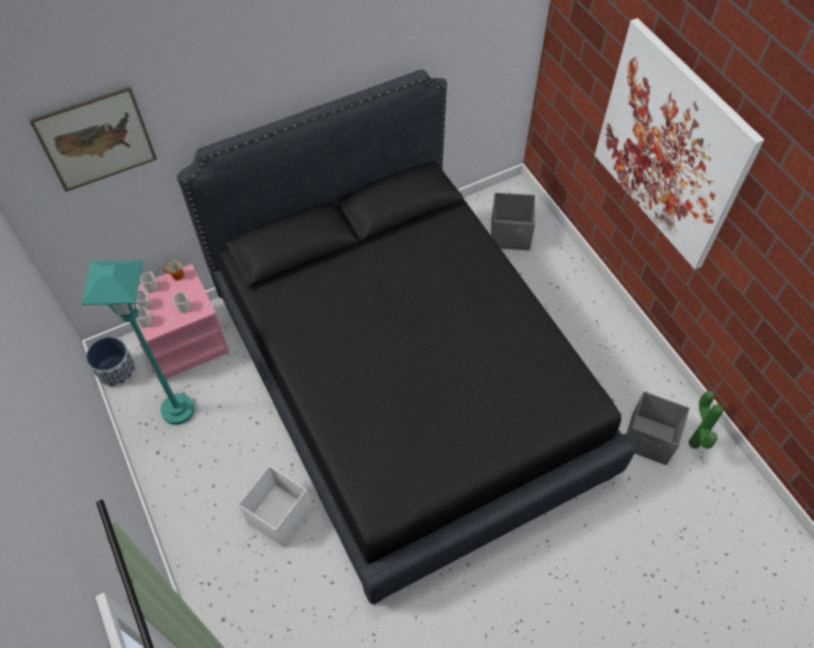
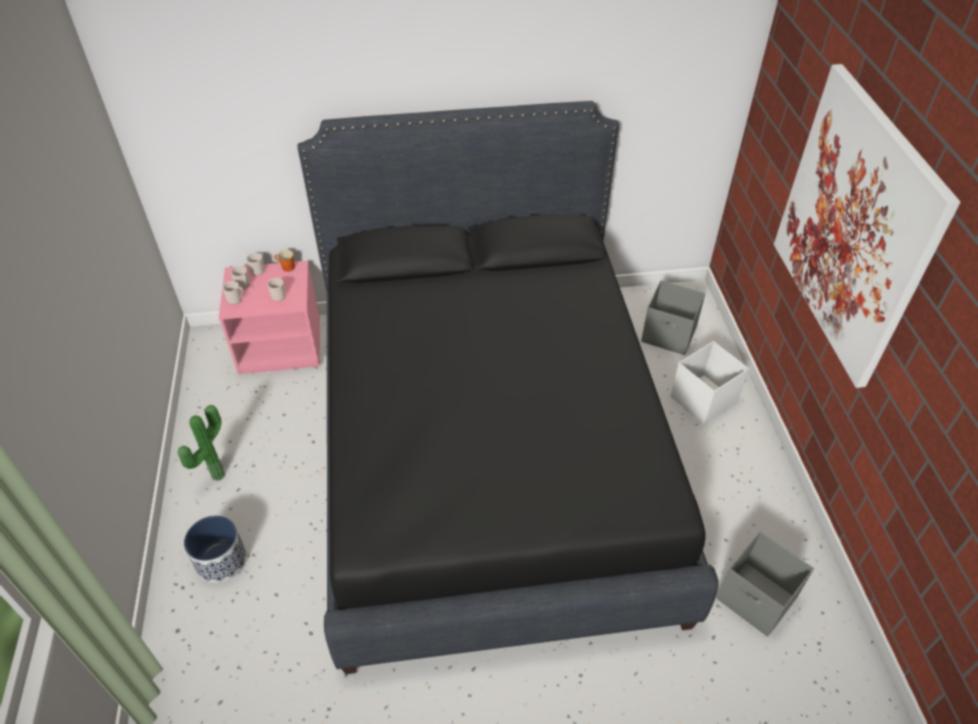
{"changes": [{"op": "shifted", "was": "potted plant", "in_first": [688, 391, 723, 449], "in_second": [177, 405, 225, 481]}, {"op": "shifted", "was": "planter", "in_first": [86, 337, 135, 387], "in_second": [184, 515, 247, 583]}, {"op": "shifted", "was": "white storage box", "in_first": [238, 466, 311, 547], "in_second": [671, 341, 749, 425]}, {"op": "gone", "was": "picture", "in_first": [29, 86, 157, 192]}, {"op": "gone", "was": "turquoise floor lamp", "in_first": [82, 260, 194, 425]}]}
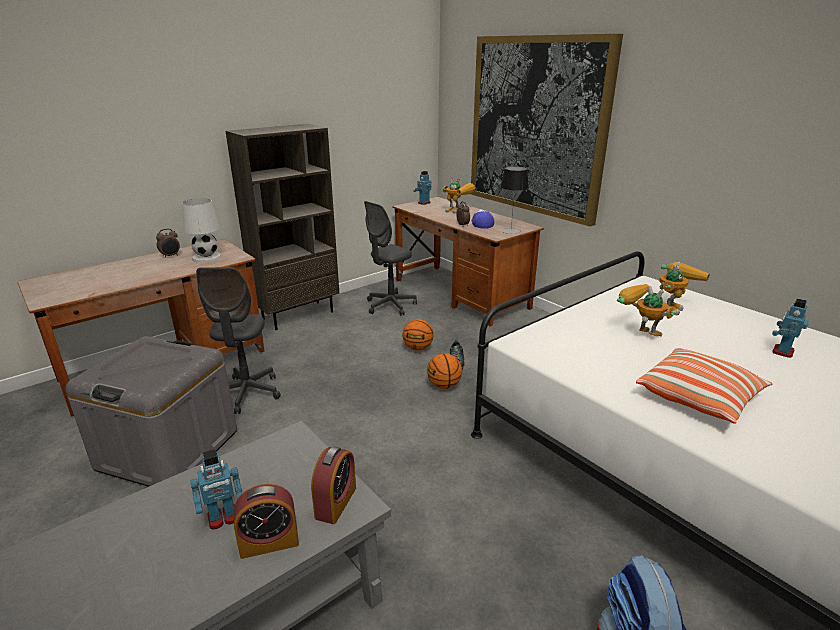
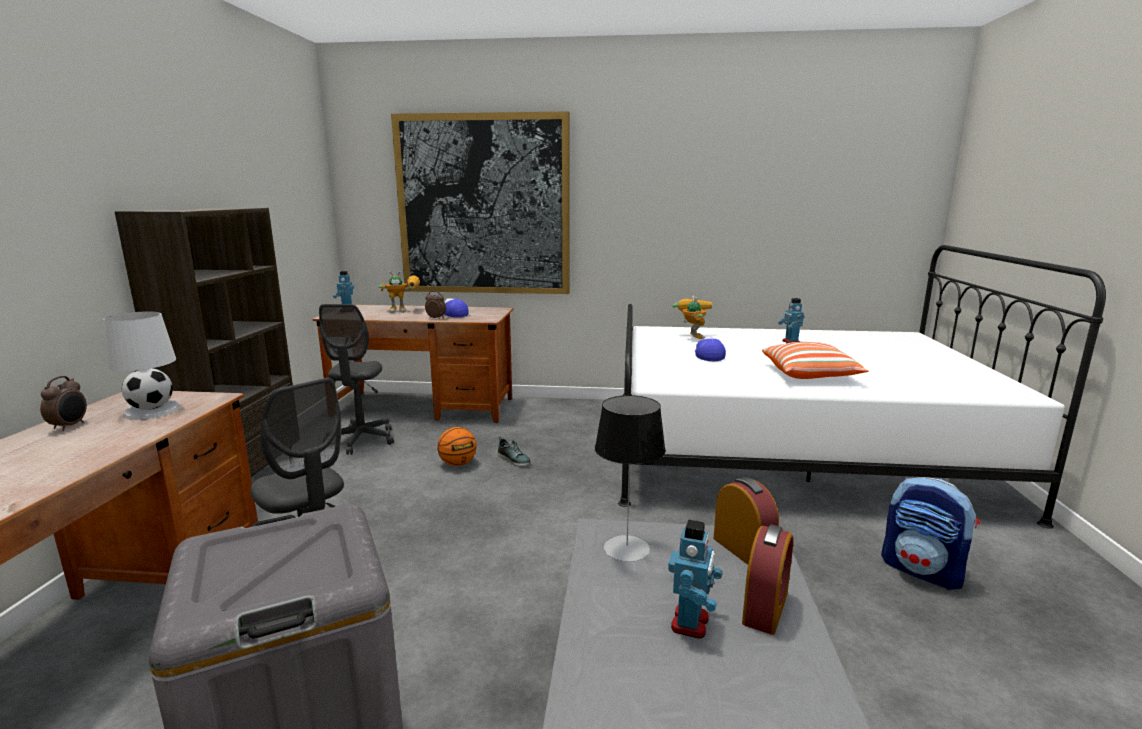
{"changes": [{"op": "shifted", "was": "table lamp", "in_first": [500, 166, 529, 234], "in_second": [595, 395, 666, 562]}, {"op": "swapped", "was": "toy robot", "now": "cap", "in_first": [617, 284, 676, 337], "in_second": [695, 336, 726, 361]}, {"op": "gone", "was": "basketball", "in_first": [427, 353, 462, 389]}]}
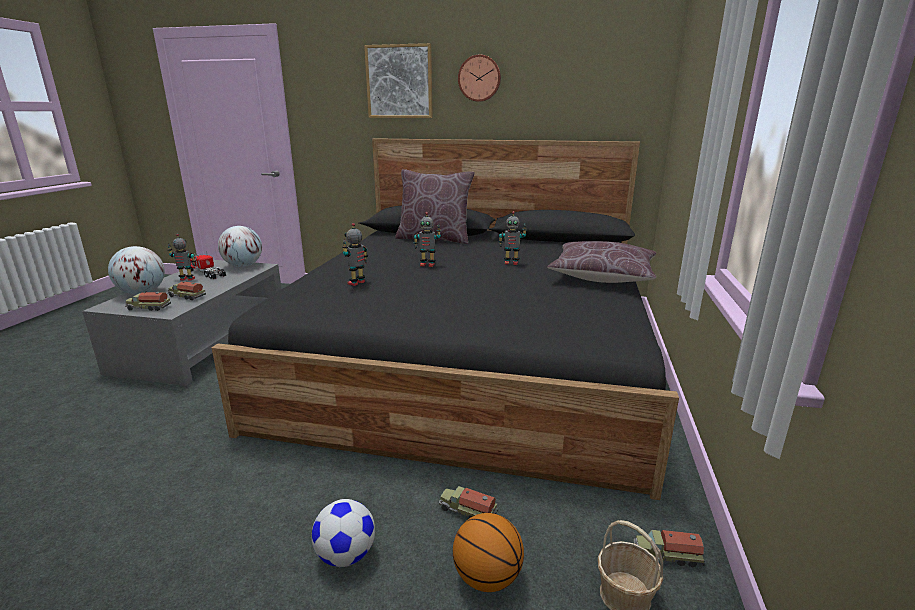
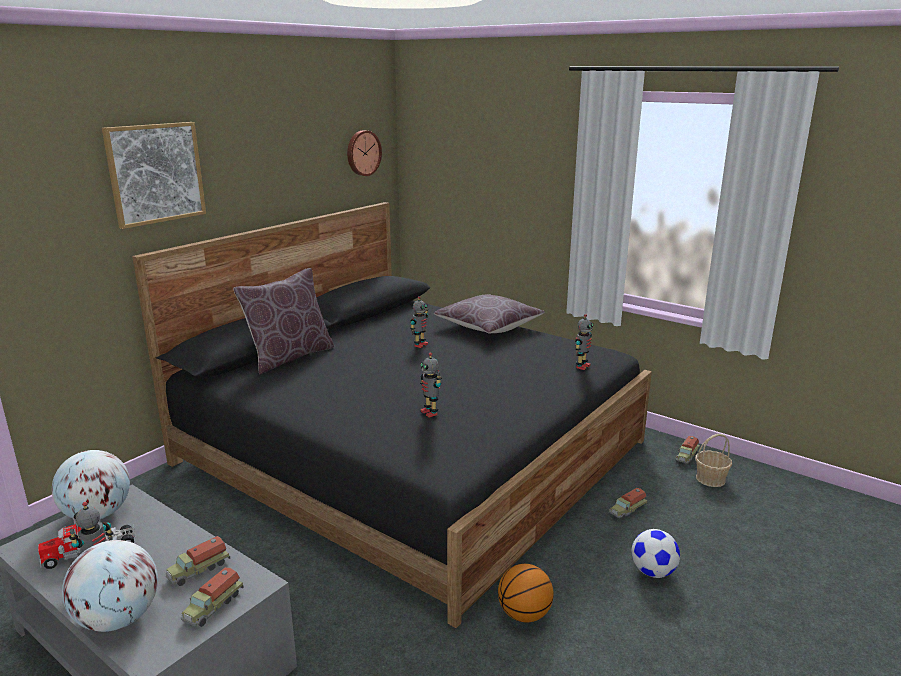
{"changes": [{"op": "shifted", "was": "wall clock", "in_first": [458, 54, 501, 102], "in_second": [347, 130, 382, 176]}, {"op": "shifted", "was": "basketball", "in_first": [453, 513, 524, 592], "in_second": [498, 564, 554, 622]}, {"op": "shifted", "was": "toy robot", "in_first": [414, 212, 441, 267], "in_second": [575, 314, 593, 370]}]}
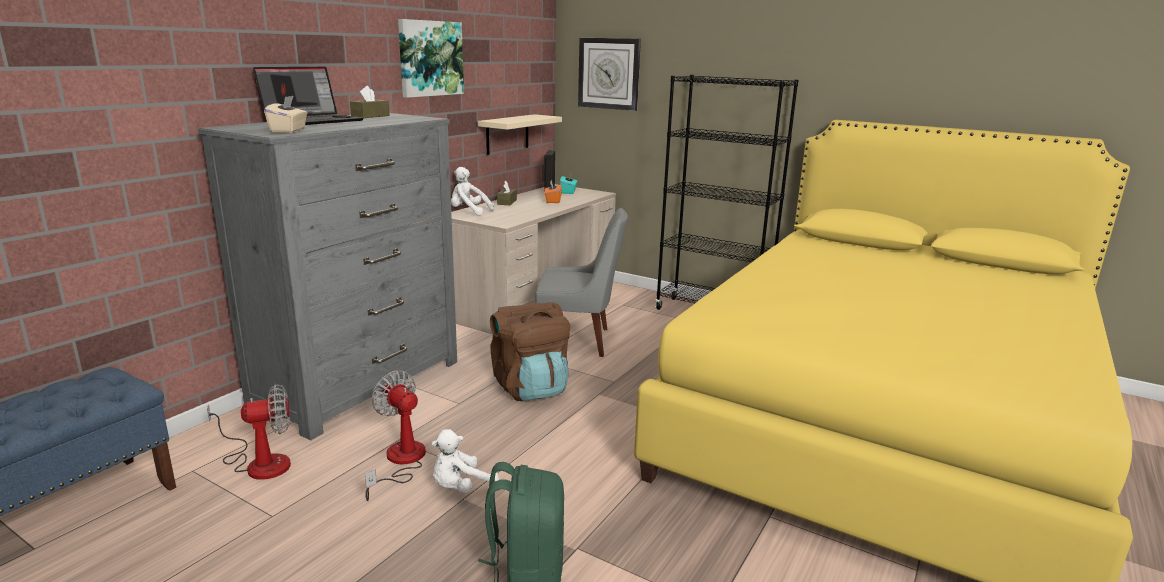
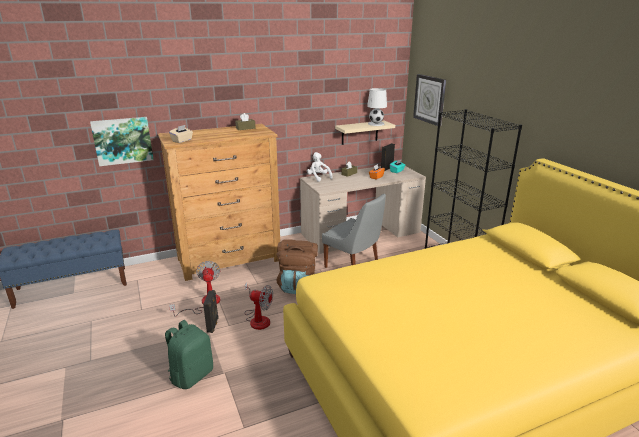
{"changes": [{"op": "shifted", "was": "picture", "in_first": [398, 19, 464, 98], "in_second": [90, 117, 154, 166]}, {"op": "repainted", "was": "grey dresser", "now": "brown dresser", "in_first": [198, 113, 457, 440], "in_second": [158, 124, 280, 281]}, {"op": "swapped", "was": "white plush toy", "now": "black speaker", "in_first": [431, 429, 499, 493], "in_second": [203, 290, 219, 333]}, {"op": "shifted", "was": "fan", "in_first": [207, 384, 291, 480], "in_second": [244, 282, 273, 330]}, {"op": "new", "now": "white table lamp", "in_second": [367, 88, 387, 126]}, {"op": "gone", "was": "laptop", "in_first": [253, 67, 364, 125]}]}
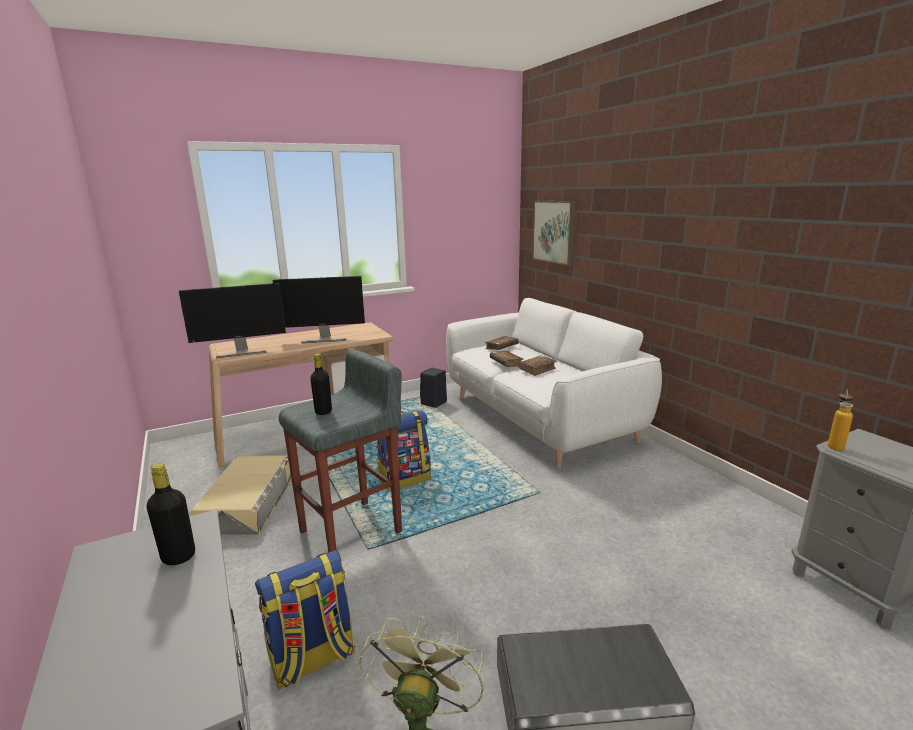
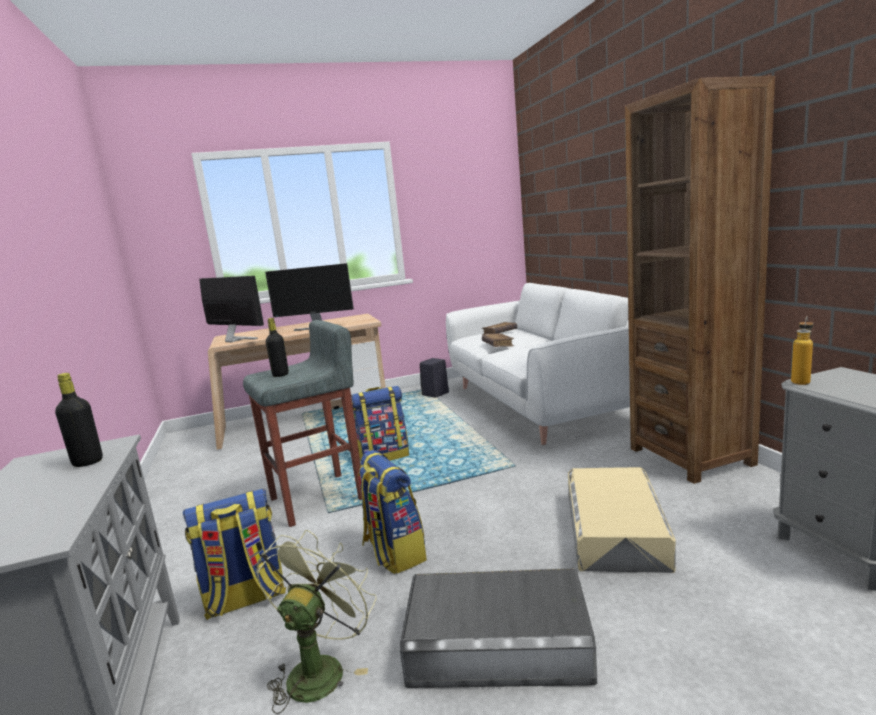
{"changes": [{"op": "rotated", "was": "monitor", "in_first": [179, 283, 286, 358], "in_second": [199, 276, 264, 342], "clockwise": -135}, {"op": "new", "now": "backpack", "in_second": [358, 450, 427, 574]}, {"op": "shifted", "was": "beige storage box", "in_first": [189, 455, 292, 535], "in_second": [568, 467, 676, 573]}, {"op": "new", "now": "brown bookcase", "in_second": [625, 76, 775, 484]}, {"op": "gone", "was": "brown book", "in_first": [518, 355, 557, 376]}, {"op": "gone", "was": "picture", "in_first": [532, 201, 575, 266]}]}
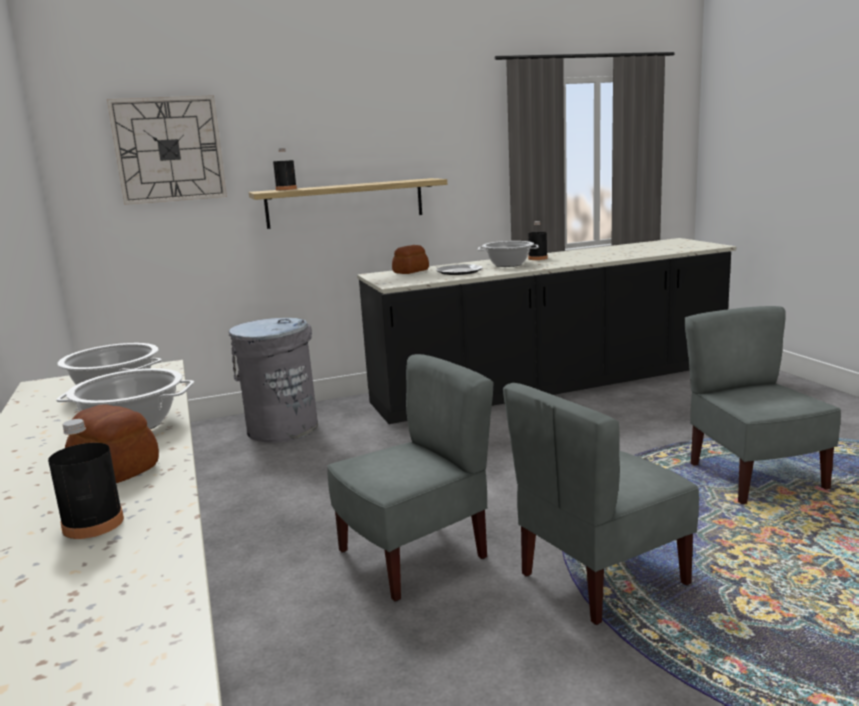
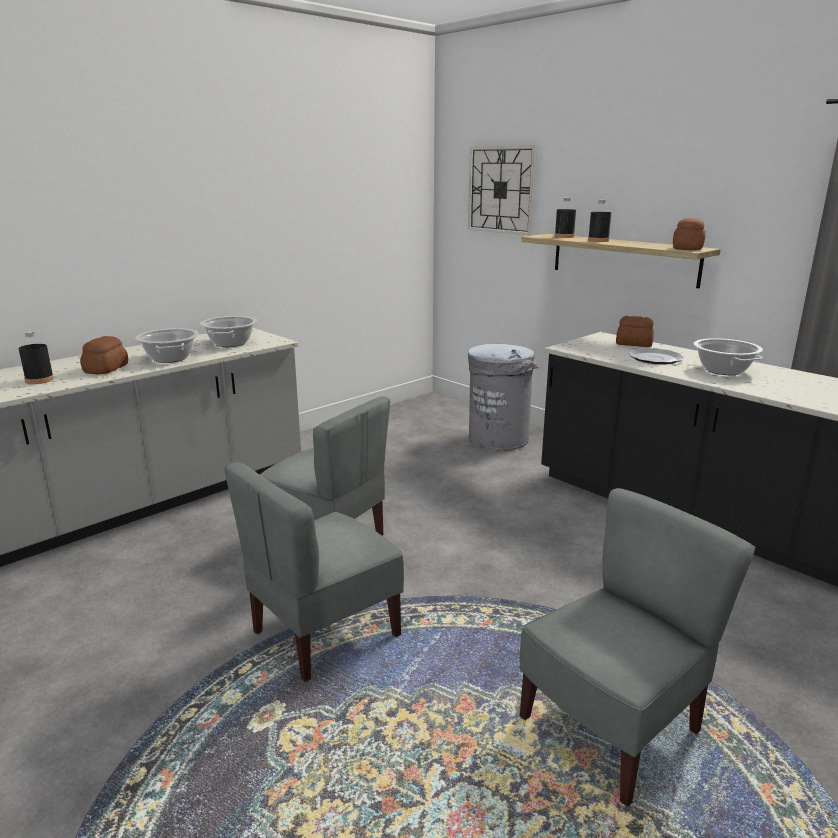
{"changes": [{"op": "rotated", "was": "grey chair", "in_first": [503, 383, 699, 625], "in_second": [224, 462, 404, 682], "clockwise": -75}, {"op": "shifted", "was": "black bottle", "in_first": [528, 221, 547, 260], "in_second": [588, 200, 611, 242]}, {"op": "new", "now": "bread", "in_second": [673, 218, 706, 250]}]}
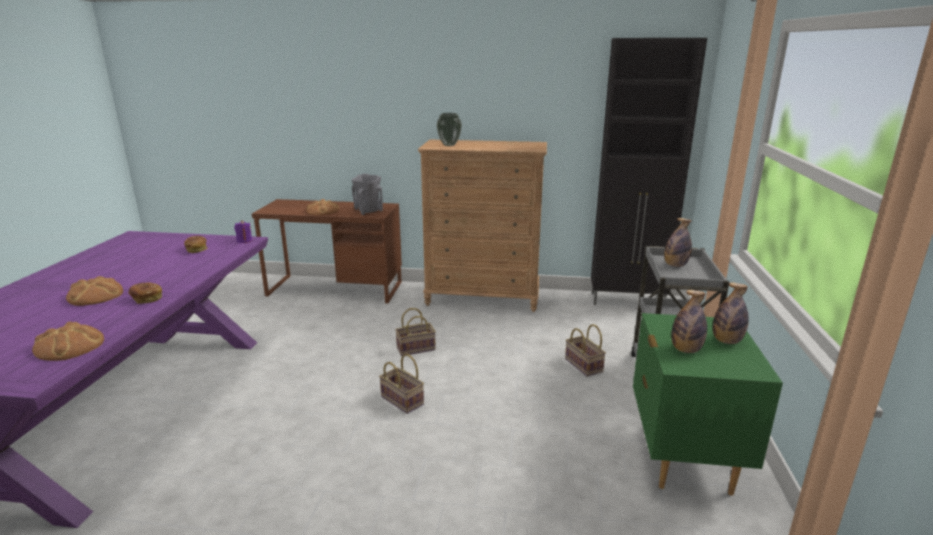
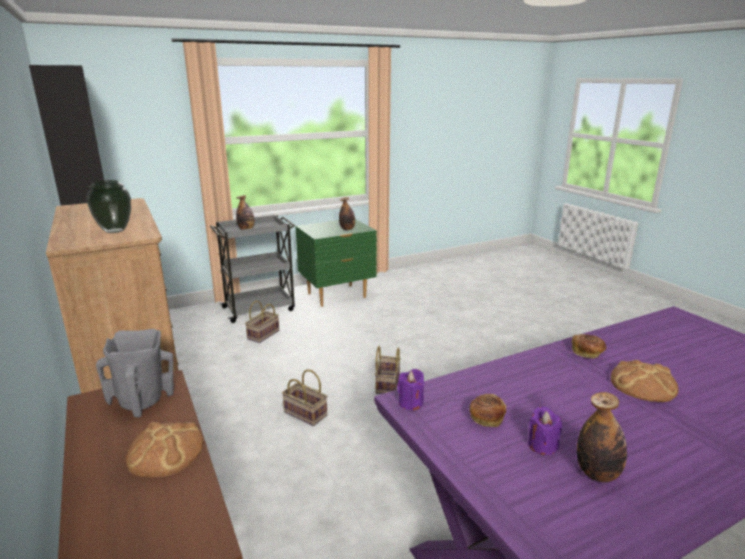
{"changes": [{"op": "new", "now": "purple candle", "in_second": [528, 407, 562, 455]}, {"op": "shifted", "was": "bottle", "in_first": [713, 282, 749, 344], "in_second": [577, 392, 627, 482]}, {"op": "gone", "was": "bread", "in_first": [32, 321, 104, 361]}]}
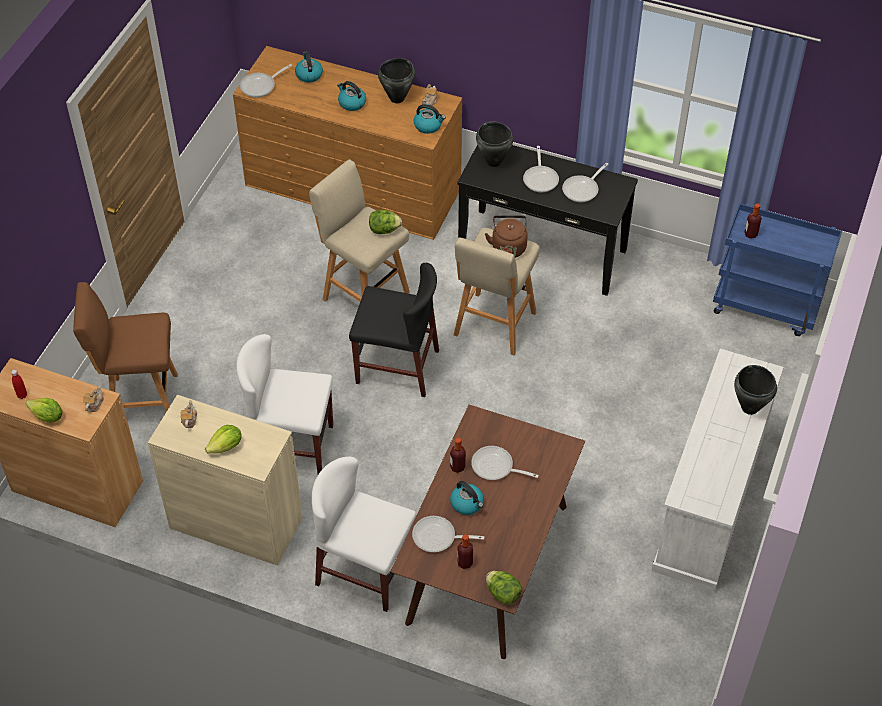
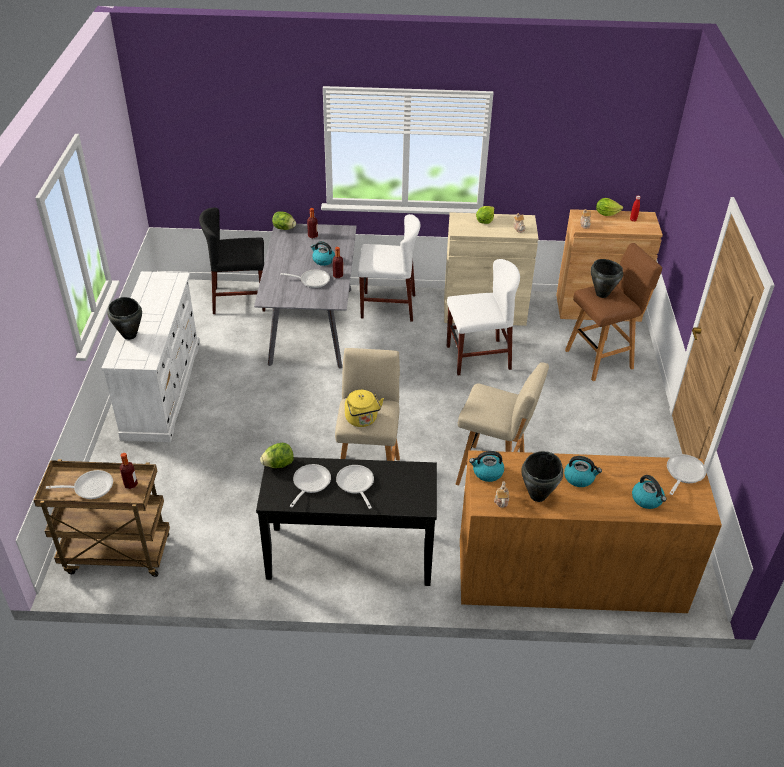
{"changes": [{"op": "repainted", "was": "blue cart", "now": "brown cart", "in_first": [713, 203, 842, 336], "in_second": [34, 459, 170, 577]}, {"op": "shifted", "was": "frying pan", "in_first": [412, 516, 484, 552], "in_second": [46, 470, 113, 499]}, {"op": "shifted", "was": "black chair", "in_first": [349, 263, 439, 397], "in_second": [199, 207, 265, 314]}, {"op": "repainted", "was": "brown dining table", "now": "grey dining table", "in_first": [390, 405, 585, 659], "in_second": [254, 224, 357, 369]}, {"op": "shifted", "was": "lettuce", "in_first": [369, 210, 402, 234], "in_second": [260, 443, 294, 468]}, {"op": "repainted", "was": "brown kettle", "now": "yellow kettle", "in_first": [485, 215, 528, 258], "in_second": [345, 390, 384, 427]}, {"op": "shifted", "was": "black cooking pot", "in_first": [476, 122, 514, 167], "in_second": [591, 259, 623, 298]}]}
